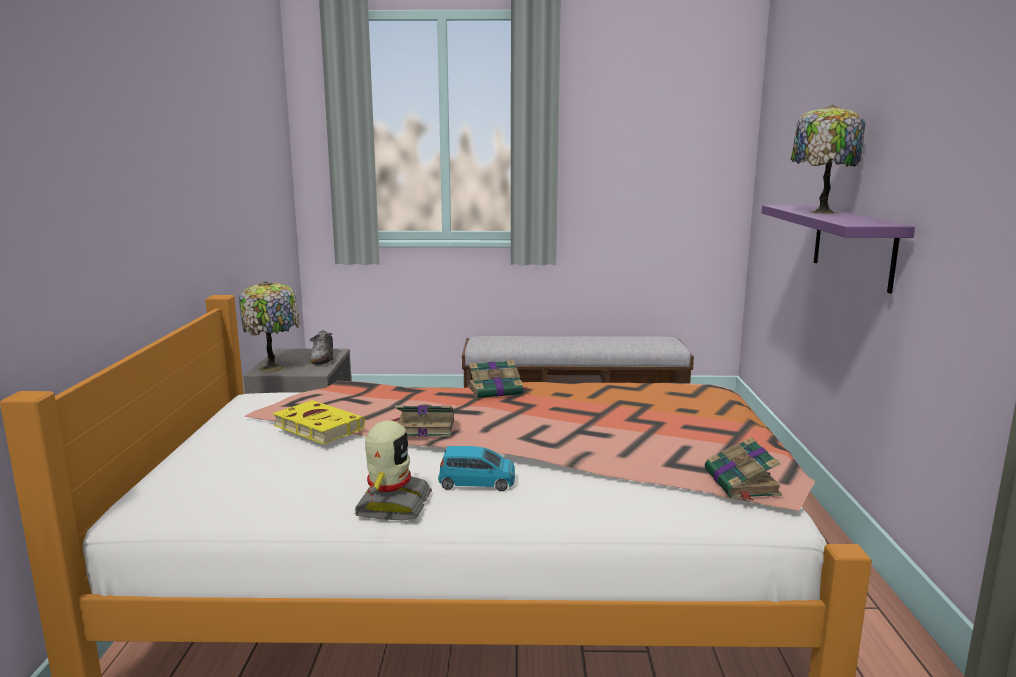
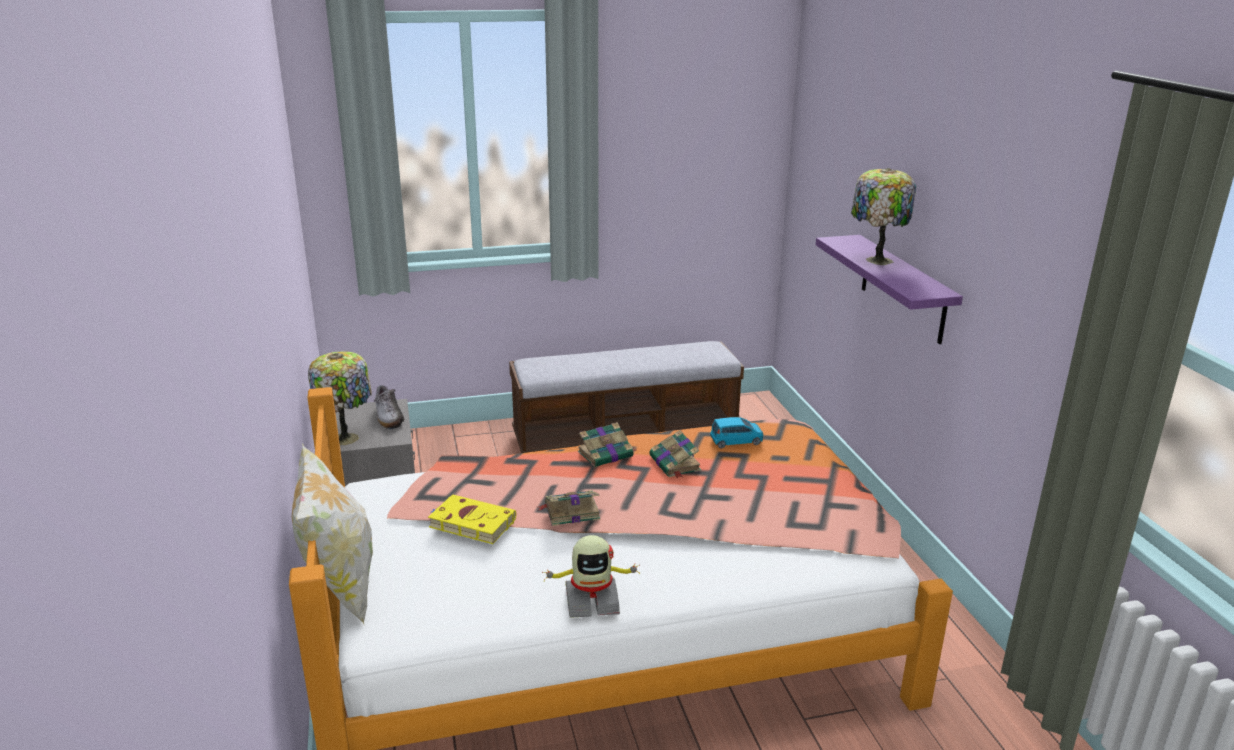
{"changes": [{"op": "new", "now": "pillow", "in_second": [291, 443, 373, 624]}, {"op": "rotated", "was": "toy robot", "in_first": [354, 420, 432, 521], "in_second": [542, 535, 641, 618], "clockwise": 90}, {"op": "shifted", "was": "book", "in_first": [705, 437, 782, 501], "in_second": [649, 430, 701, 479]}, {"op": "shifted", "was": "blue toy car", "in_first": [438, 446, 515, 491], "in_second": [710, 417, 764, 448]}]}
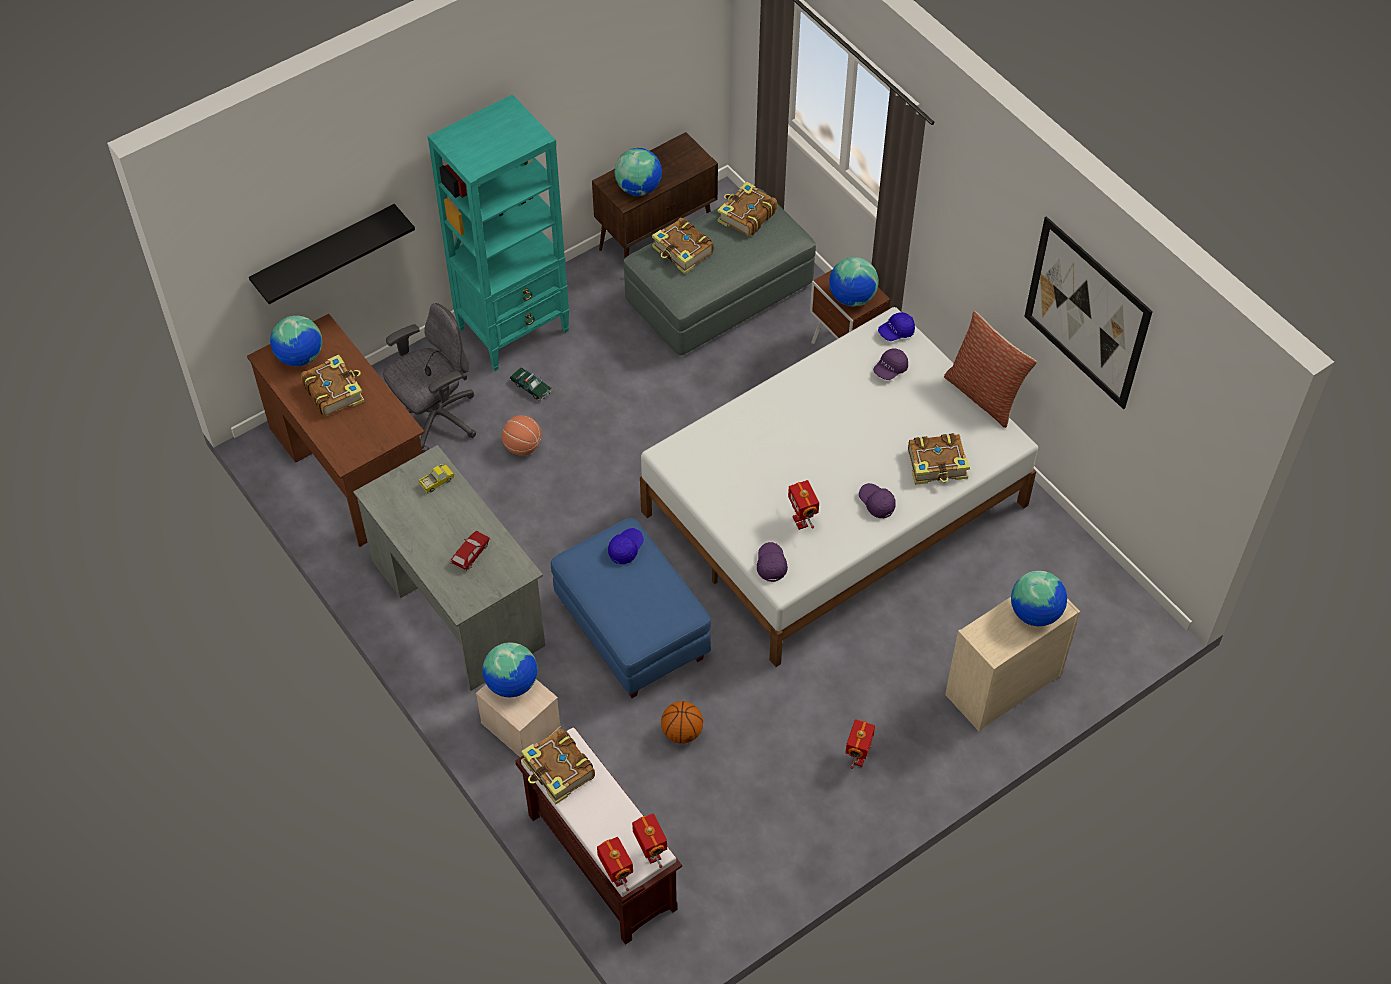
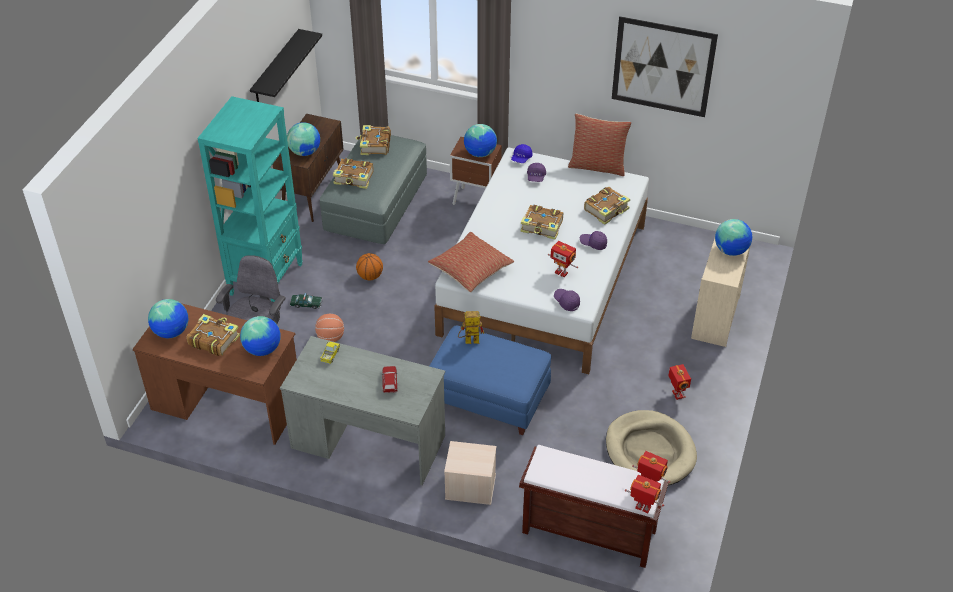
{"changes": [{"op": "shifted", "was": "globe", "in_first": [483, 642, 537, 697], "in_second": [240, 316, 281, 356]}, {"op": "shifted", "was": "black shelf", "in_first": [249, 204, 415, 304], "in_second": [250, 29, 322, 102]}, {"op": "shifted", "was": "basketball", "in_first": [661, 701, 703, 744], "in_second": [356, 253, 383, 280]}, {"op": "new", "now": "pillow", "in_second": [428, 232, 514, 293]}, {"op": "swapped", "was": "blue cap", "now": "toy robot", "in_first": [608, 528, 644, 564], "in_second": [458, 311, 484, 344]}, {"op": "shifted", "was": "book", "in_first": [521, 728, 595, 804], "in_second": [520, 205, 563, 240]}, {"op": "new", "now": "beige dog bed", "in_second": [606, 410, 697, 485]}]}
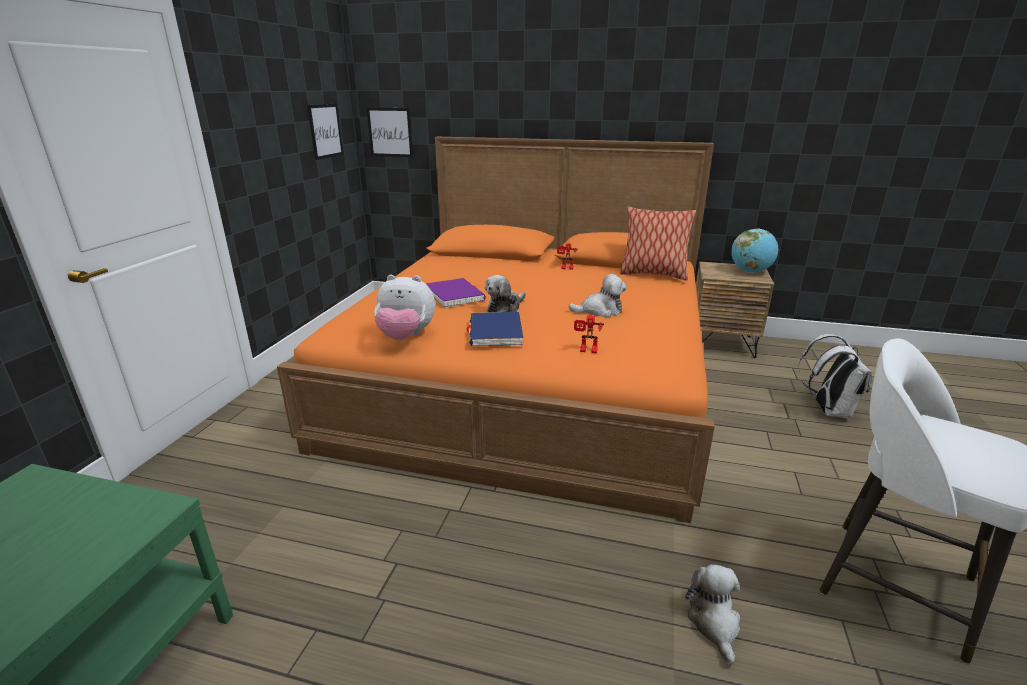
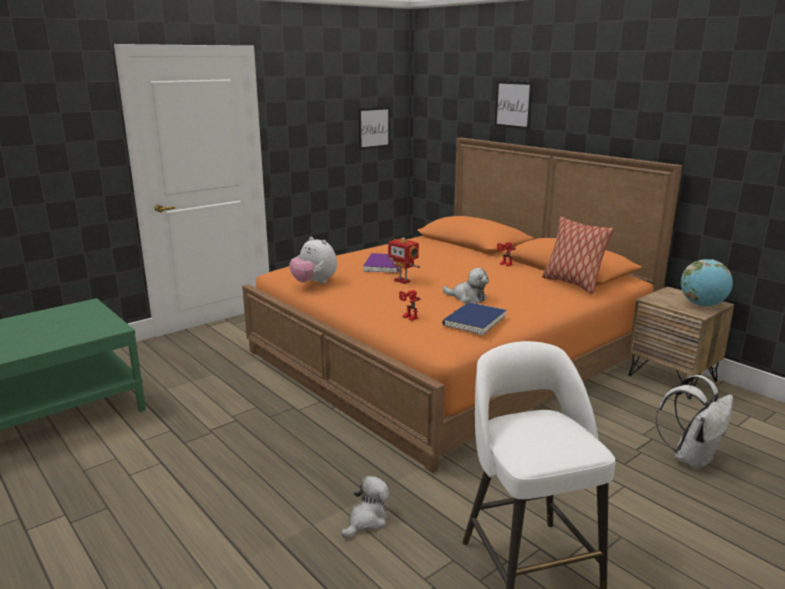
{"changes": [{"op": "swapped", "was": "plush toy", "now": "toy robot", "in_first": [485, 275, 525, 312], "in_second": [388, 237, 420, 284]}, {"op": "shifted", "was": "blue book", "in_first": [467, 312, 523, 346], "in_second": [442, 302, 506, 335]}, {"op": "shifted", "was": "picture", "in_first": [367, 108, 413, 157], "in_second": [494, 81, 533, 130]}]}
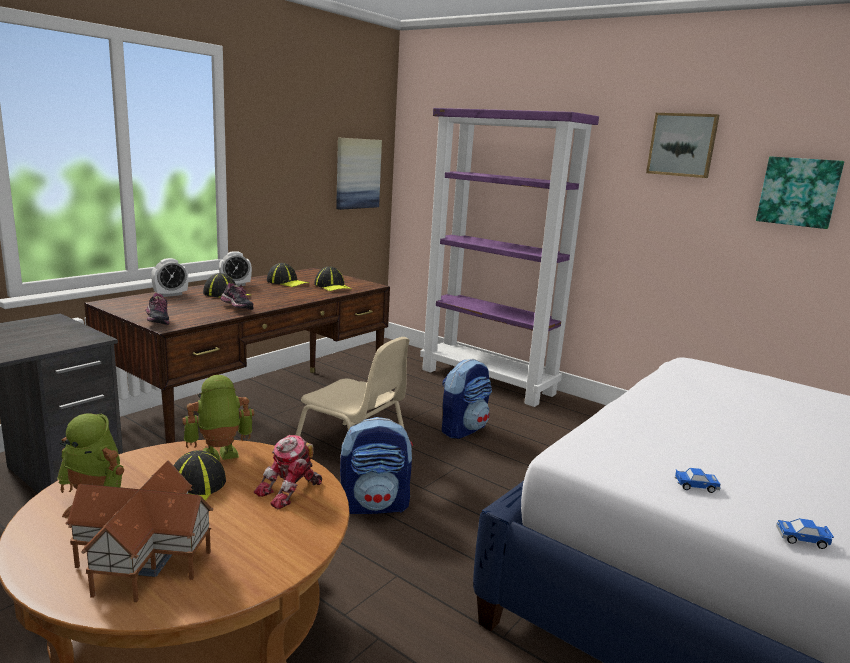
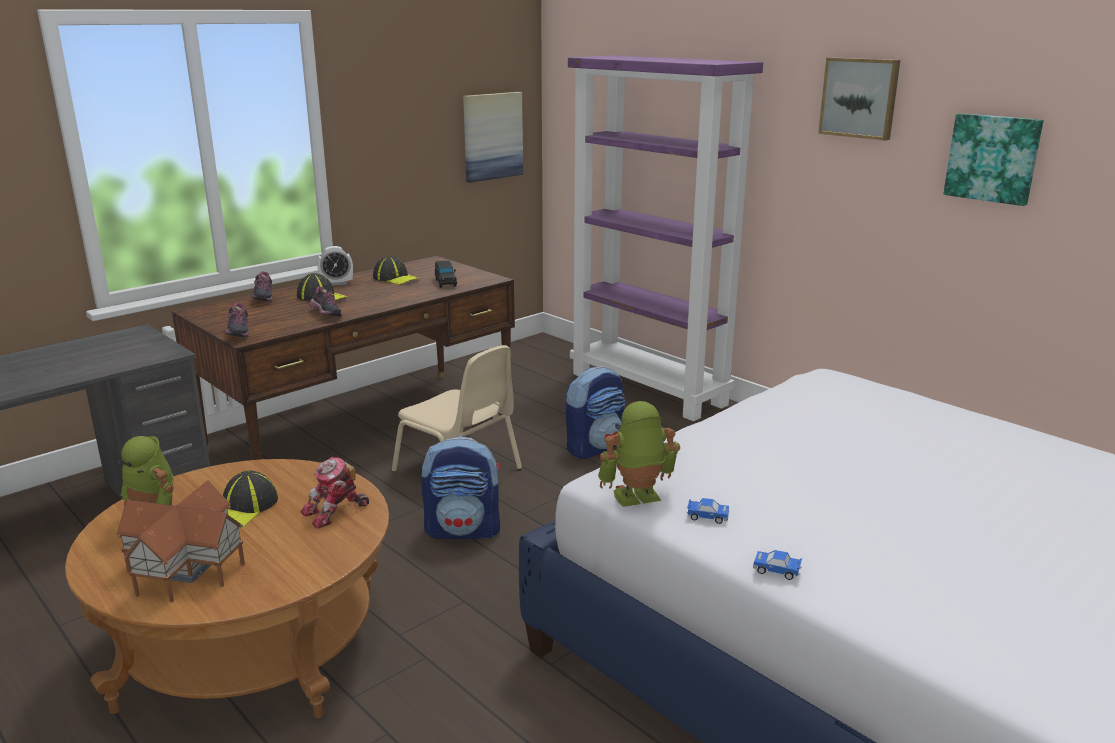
{"changes": [{"op": "swapped", "was": "alarm clock", "now": "shoe", "in_first": [151, 258, 188, 297], "in_second": [251, 272, 273, 302]}, {"op": "swapped", "was": "cap", "now": "black toy car", "in_first": [314, 266, 351, 291], "in_second": [435, 261, 457, 288]}, {"op": "shifted", "was": "toy robot", "in_first": [183, 375, 254, 460], "in_second": [598, 401, 680, 507]}]}
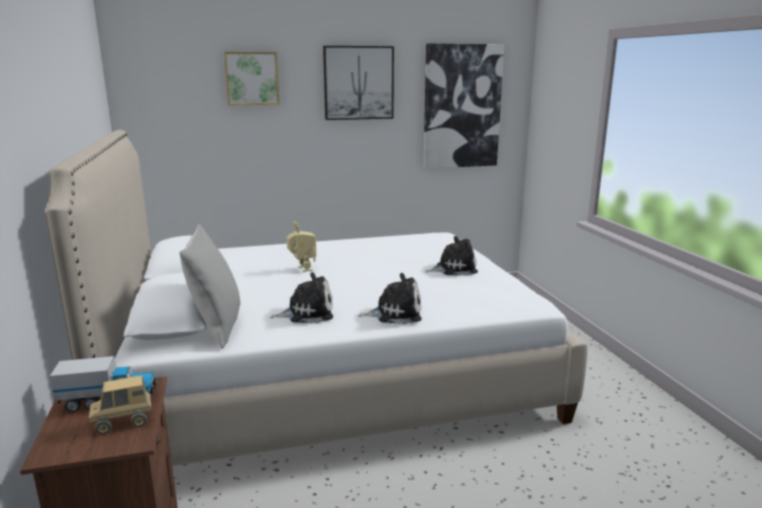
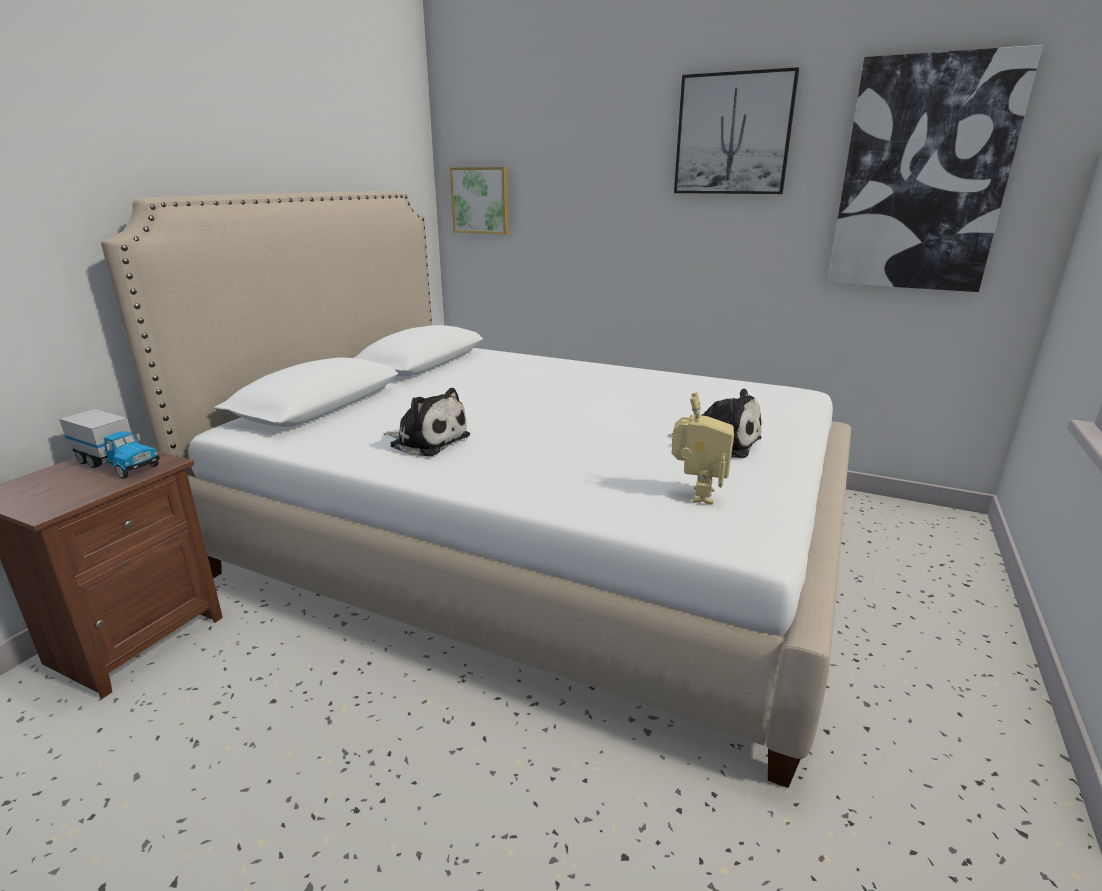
{"changes": [{"op": "shifted", "was": "picture", "in_first": [224, 52, 280, 105], "in_second": [450, 167, 509, 234]}, {"op": "shifted", "was": "toy robot", "in_first": [287, 221, 316, 272], "in_second": [672, 392, 734, 505]}, {"op": "gone", "was": "toy truck", "in_first": [89, 375, 151, 435]}, {"op": "gone", "was": "grey pillow", "in_first": [180, 224, 241, 348]}, {"op": "gone", "was": "plush toy", "in_first": [359, 273, 422, 324]}]}
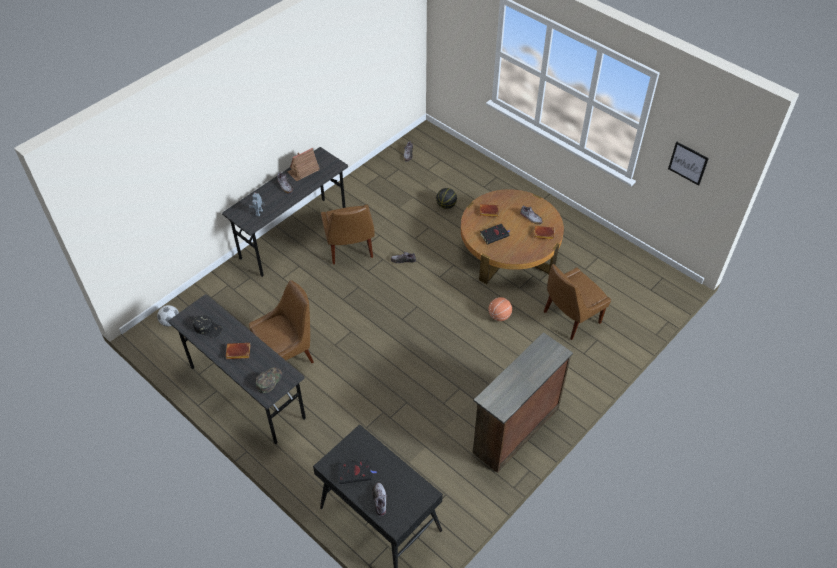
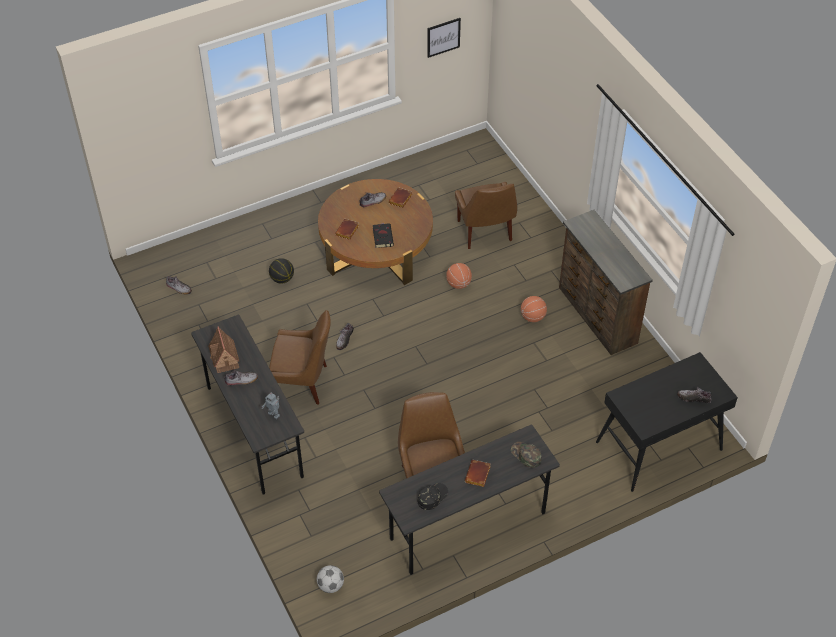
{"changes": [{"op": "new", "now": "basketball", "in_second": [521, 296, 547, 322]}, {"op": "gone", "was": "black book", "in_first": [337, 459, 377, 484]}]}
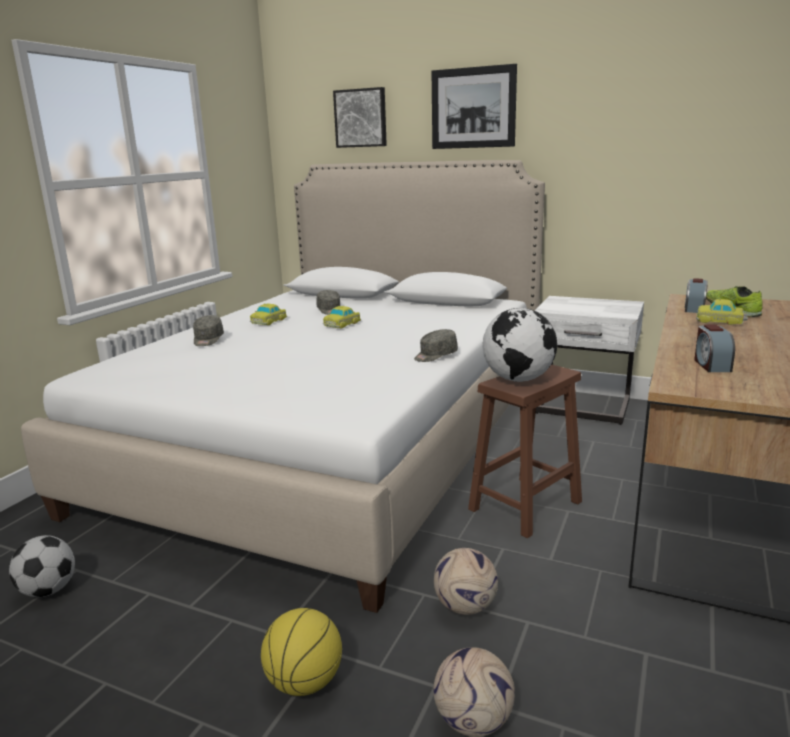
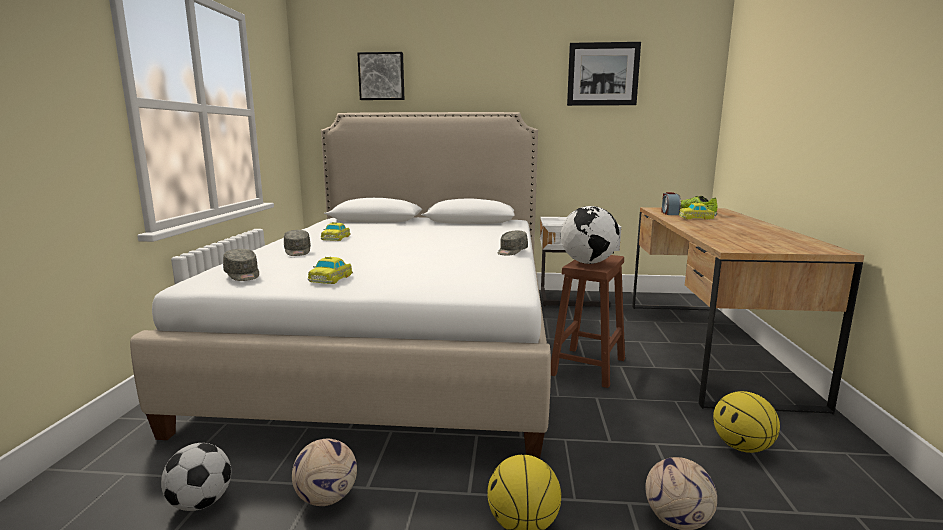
{"changes": [{"op": "shifted", "was": "grey cap", "in_first": [316, 290, 340, 315], "in_second": [223, 249, 259, 281]}, {"op": "shifted", "was": "football", "in_first": [434, 548, 498, 615], "in_second": [292, 439, 357, 506]}, {"op": "shifted", "was": "toy car", "in_first": [323, 306, 361, 329], "in_second": [308, 257, 353, 284]}, {"op": "shifted", "was": "picture", "in_first": [432, 64, 517, 149], "in_second": [567, 42, 641, 106]}, {"op": "new", "now": "basketball", "in_second": [713, 391, 780, 453]}, {"op": "gone", "was": "alarm clock", "in_first": [694, 325, 735, 372]}]}
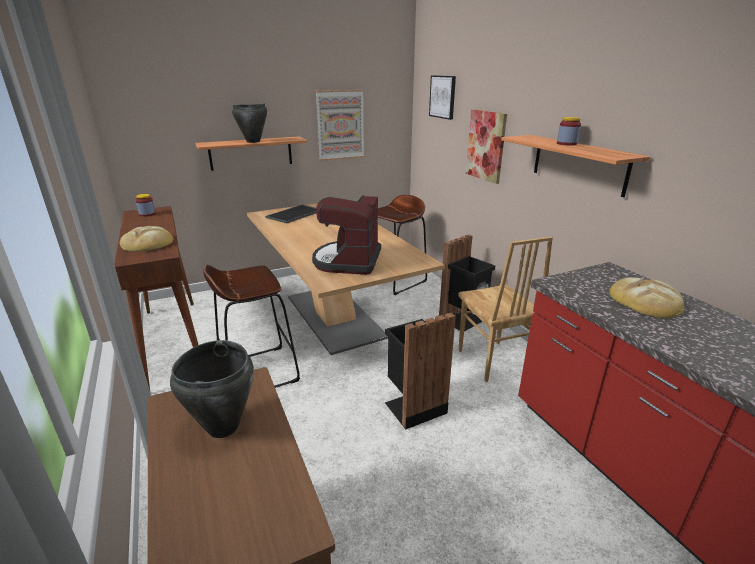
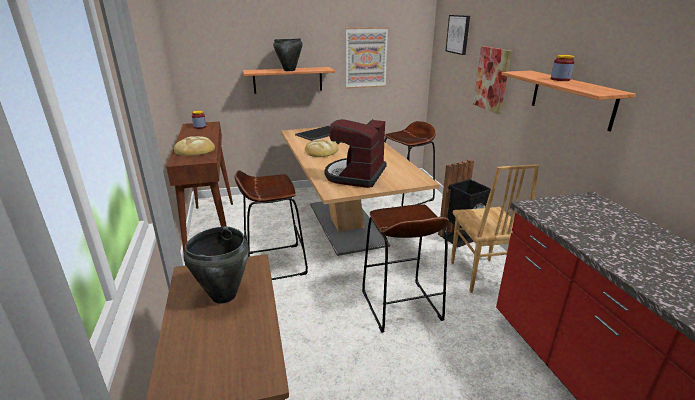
{"changes": [{"op": "shifted", "was": "bread", "in_first": [609, 277, 684, 318], "in_second": [305, 139, 339, 157]}, {"op": "swapped", "was": "black trash can", "now": "brown stool", "in_first": [385, 313, 456, 430], "in_second": [362, 204, 449, 333]}]}
